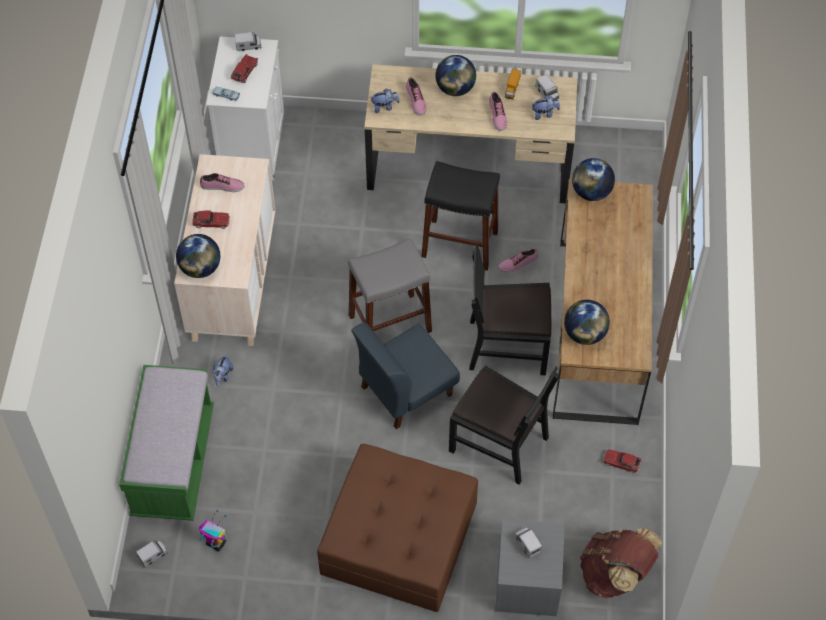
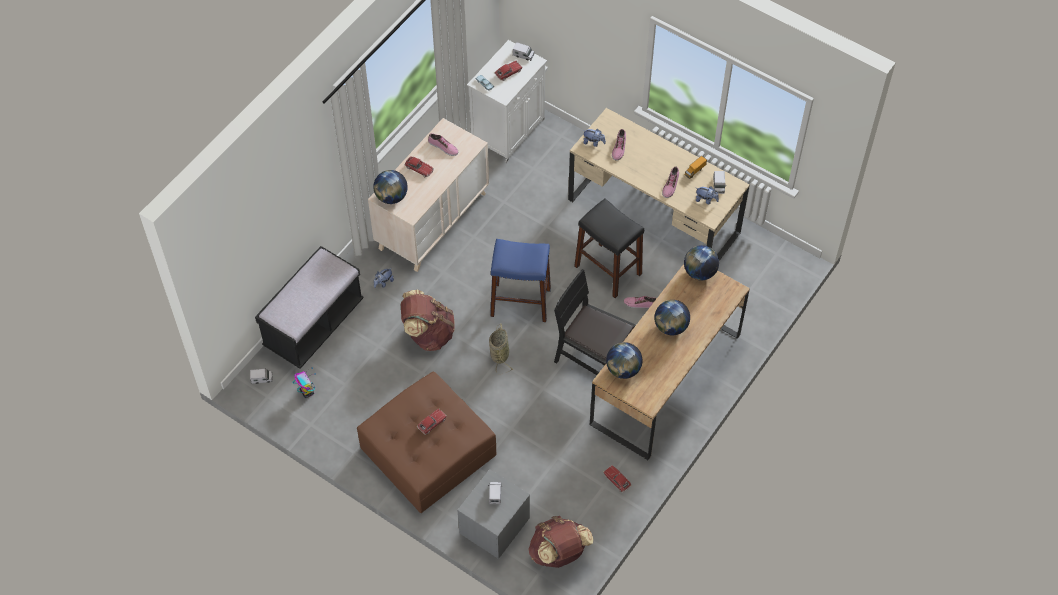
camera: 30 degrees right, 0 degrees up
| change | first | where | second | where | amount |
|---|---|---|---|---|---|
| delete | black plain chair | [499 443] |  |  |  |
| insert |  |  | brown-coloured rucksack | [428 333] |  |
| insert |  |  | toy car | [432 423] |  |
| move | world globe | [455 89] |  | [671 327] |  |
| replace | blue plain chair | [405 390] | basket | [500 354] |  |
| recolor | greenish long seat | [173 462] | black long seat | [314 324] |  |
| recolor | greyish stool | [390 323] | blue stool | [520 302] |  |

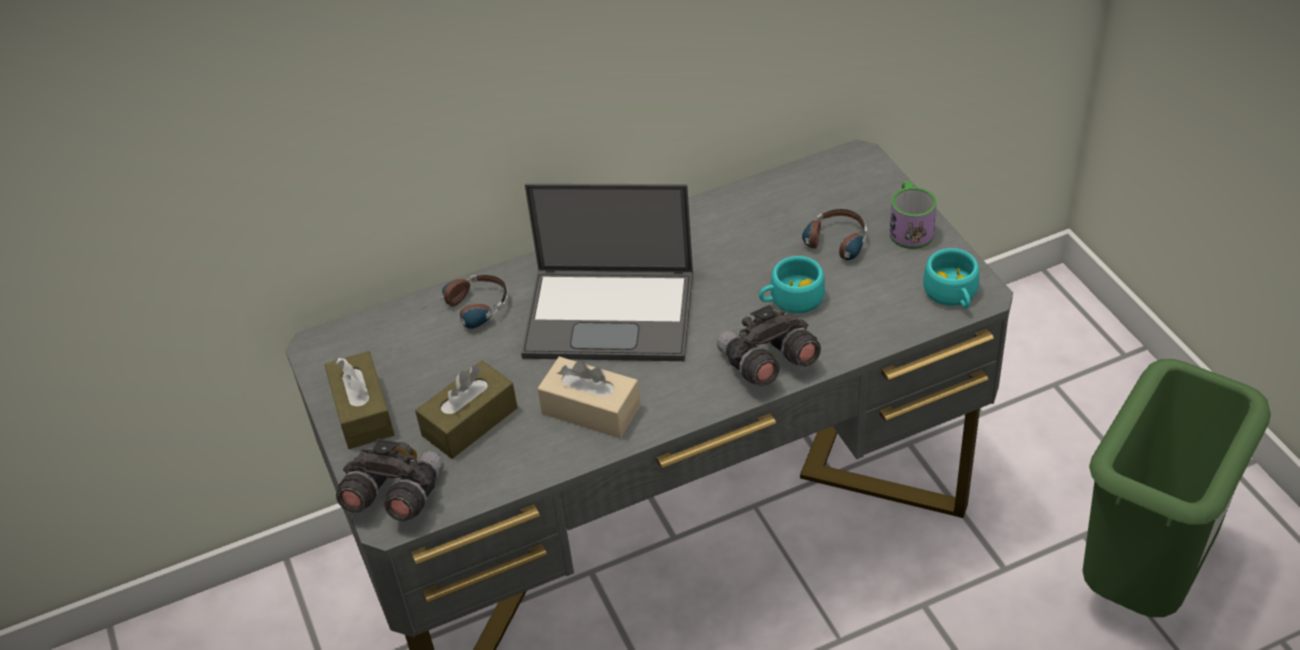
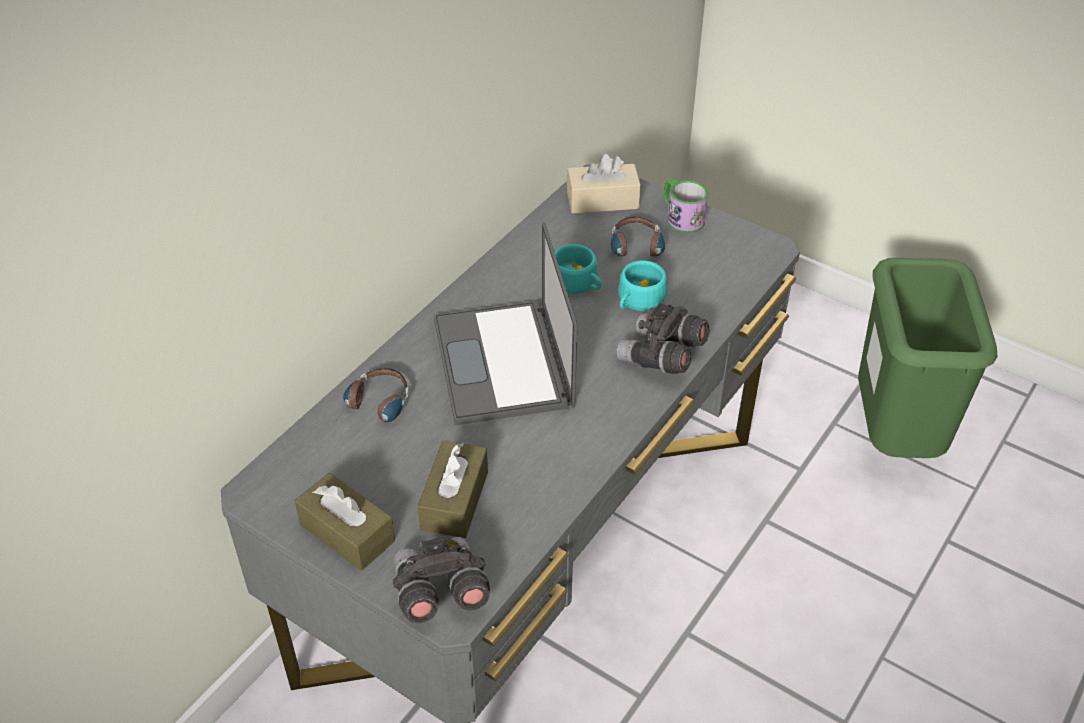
camera: 35 degrees left, 0 degrees up
| change | first | where | second | where | amount |
|---|---|---|---|---|---|
| move | sand-coloured box of tissues | [591 410] |  | [602 200] |  |
| move | turquoise cup | [953 294] |  | [577 283] |  |
| rotate | laptop | [612 313] |  | [503 364] | 105 degrees clockwise |

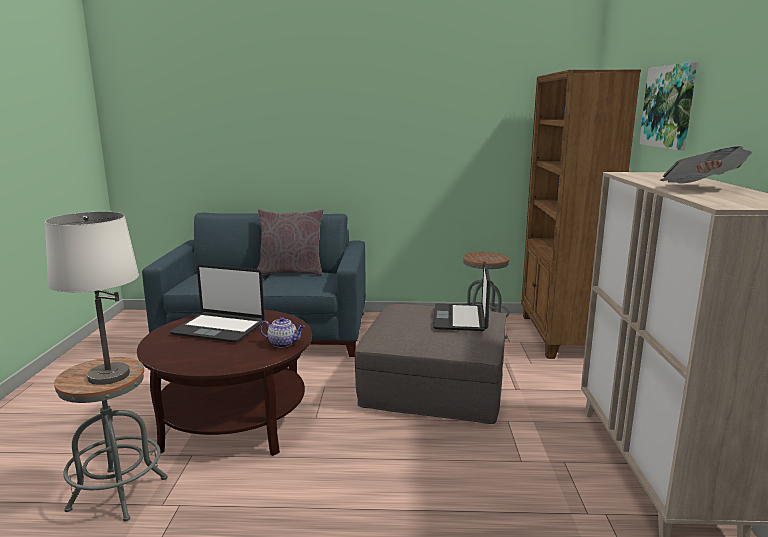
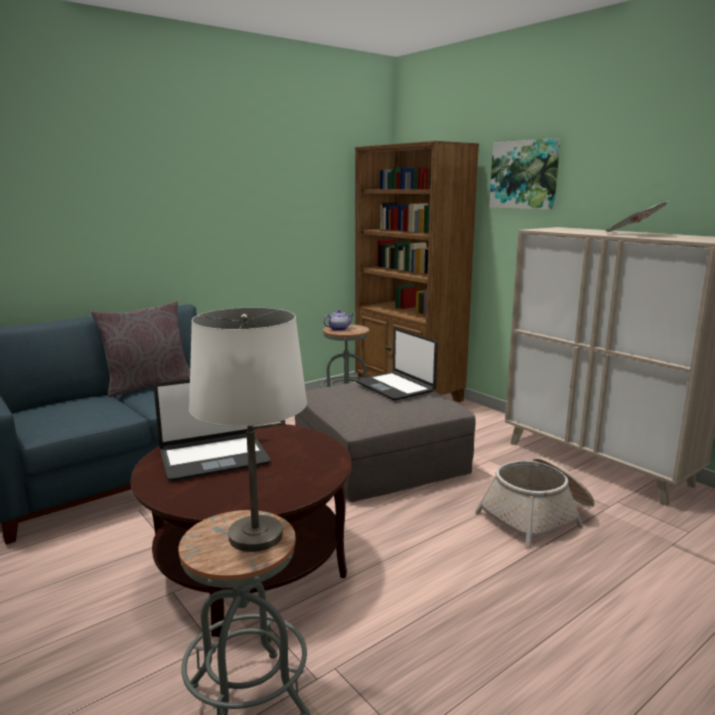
camera: 40 degrees left, 0 degrees up
| change | first | where | second | where | amount |
|---|---|---|---|---|---|
| insert |  |  | basket | [538 517] |  |
| move | teapot | [283 343] |  | [339 329] |  |

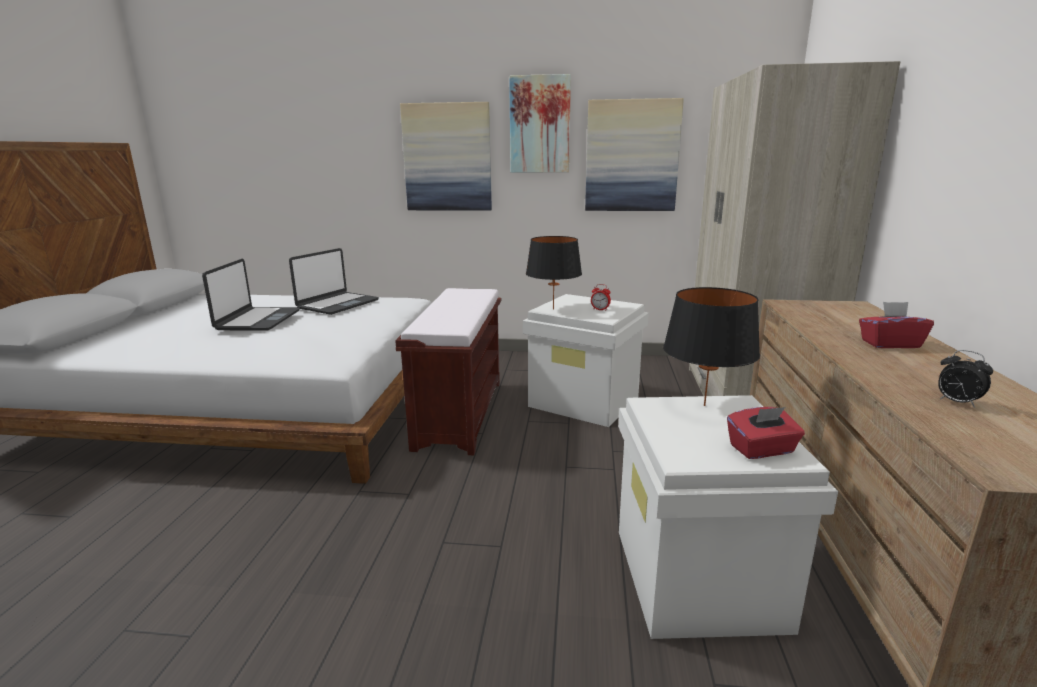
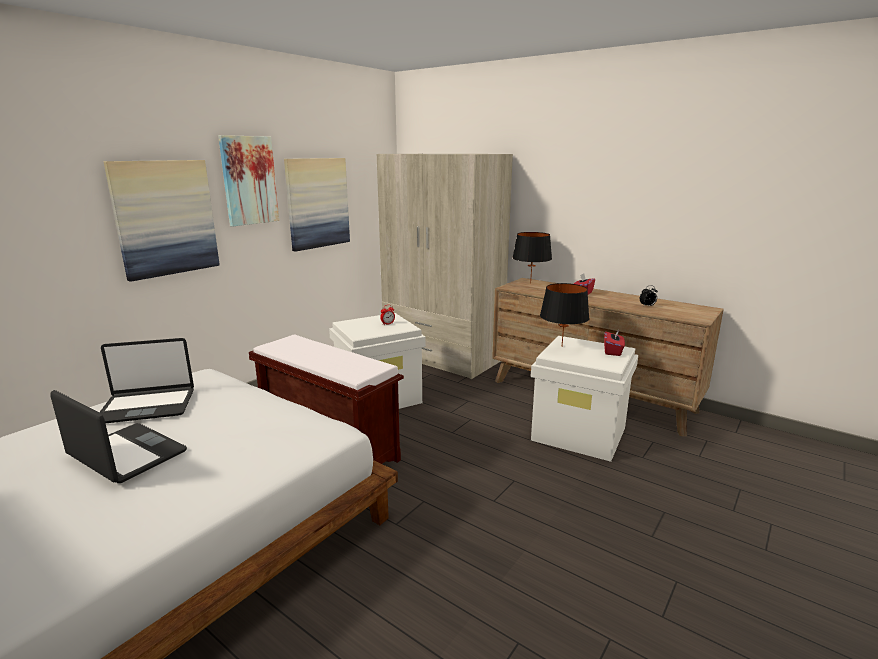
camera: 60 degrees left, 0 degrees up
| change | first | where | second | where | amount |
|---|---|---|---|---|---|
| move | black tabletop lamp | [553 309] |  | [530 283] |  |
| rotate | laptop | [337 304] |  | [147 406] | 105 degrees clockwise |

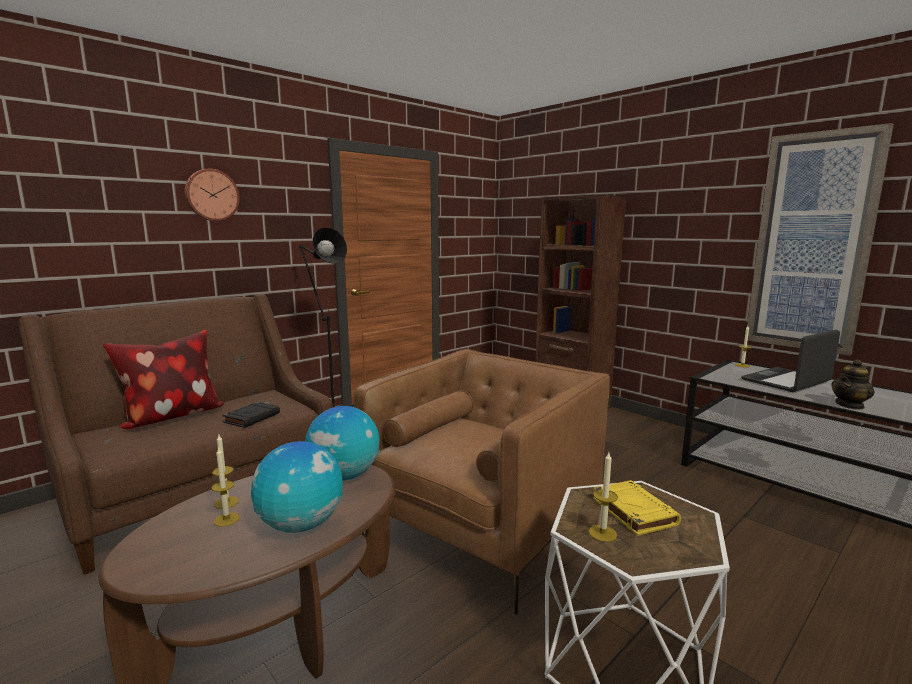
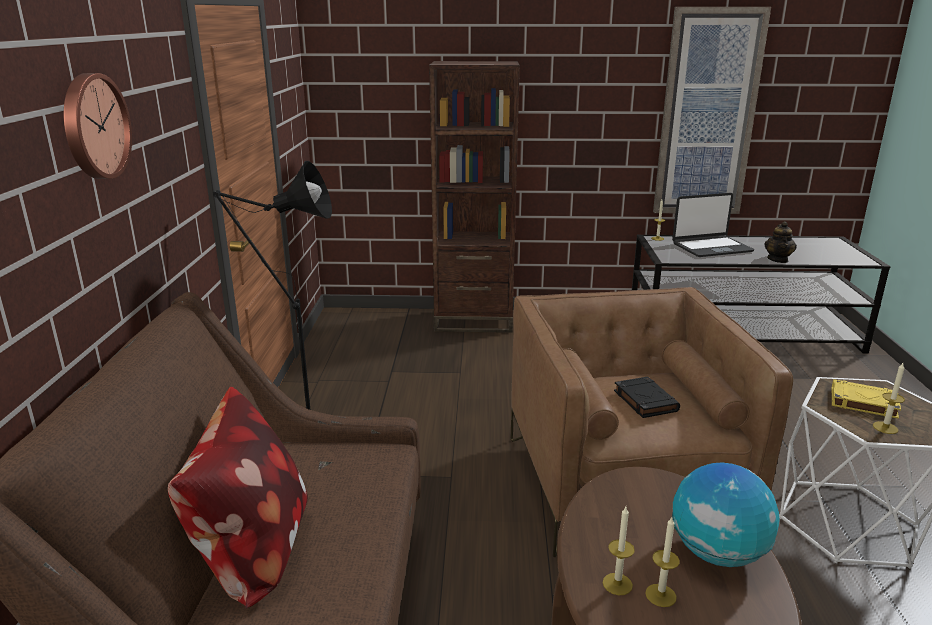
camera: 45 degrees left, 10 degrees up
| change | first | where | second | where | amount |
|---|---|---|---|---|---|
| delete | world globe | [344 476] |  |  |  |
| move | black bound book | [252 418] |  | [644 401] |  |
| rotate | laptop | [786 381] |  | [711 247] | 120 degrees counterclockwise |

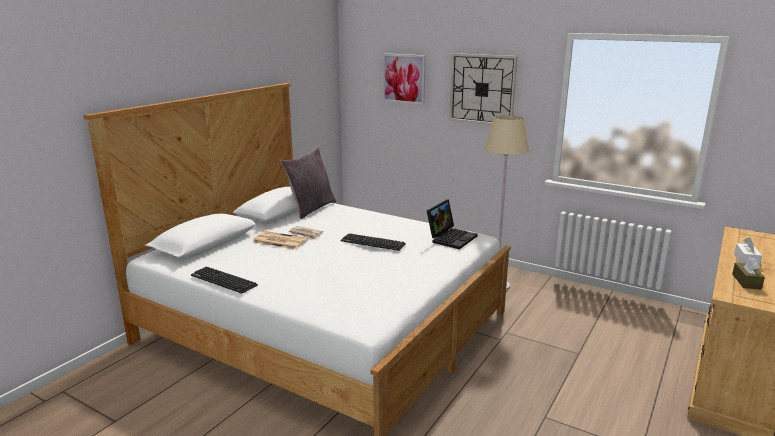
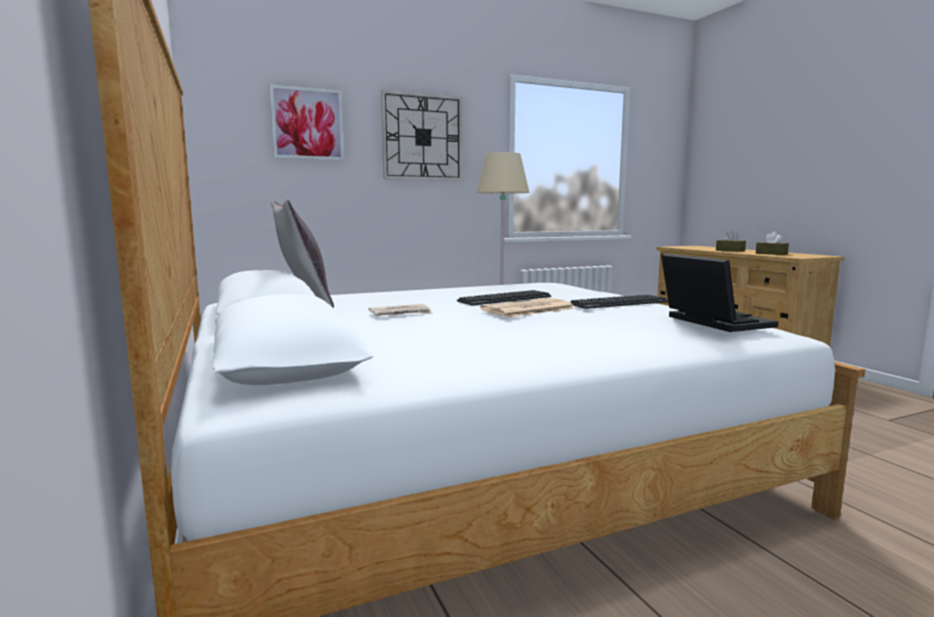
camera: 55 degrees left, 10 degrees down
| change | first | where | second | where | amount |
|---|---|---|---|---|---|
| move | keyboard | [223 280] |  | [619 303] |  |
| move | printed paper | [279 241] |  | [527 309] |  |
| move | laptop | [451 238] |  | [711 321] |  |
| recolor | white-coloured box of tissues | [746 260] | brown-coloured box of tissues | [730 250] |  |

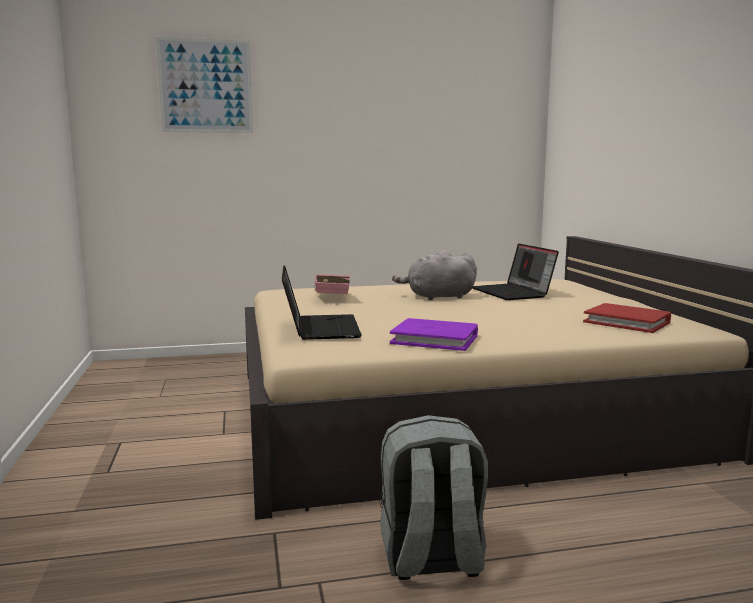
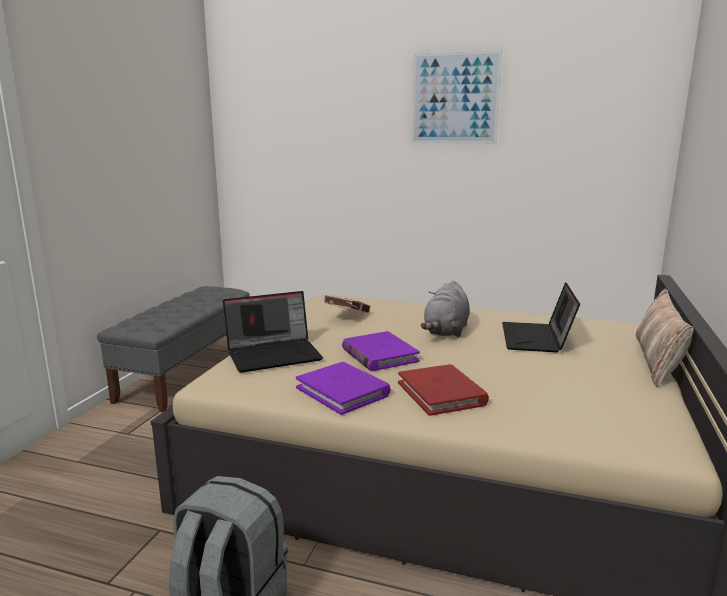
camera: 30 degrees right, 5 degrees up
| change | first | where | second | where | amount |
|---|---|---|---|---|---|
| insert |  |  | greyish long seat | [187 373] |  |
| insert |  |  | purplish bound book | [379 355] |  |
| insert |  |  | pillow | [657 360] |  |
| move | picture | [206 86] |  | [455 98] |  |
| move | reddish bound book | [627 322] |  | [441 393] |  |
| rotate | laptop | [319 328] |  | [275 354] | 45 degrees clockwise |
| rotate | greyish plush toy | [438 297] |  | [446 331] | 90 degrees counterclockwise |

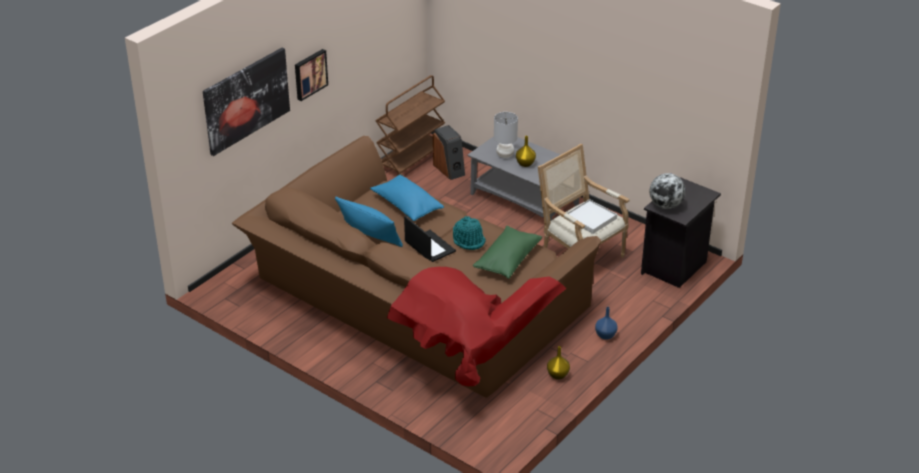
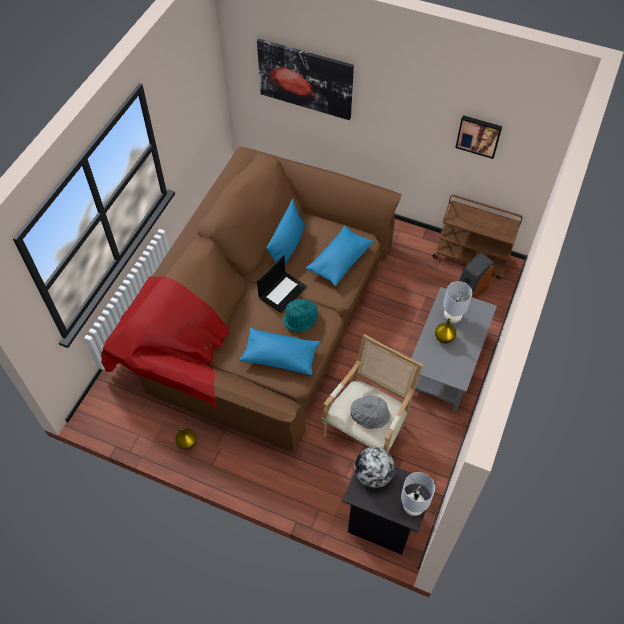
camera: 75 degrees right, 20 degrees up
| change | first | where | second | where | amount |
|---|---|---|---|---|---|
| delete | blue decorative vase | [605 335] |  |  |  |
| insert |  |  | greyish tabletop lamp | [413 507] |  |
| move | picture | [310 74] |  | [479 135] |  |
| replace | white-coloured carrying tray | [590 218] | greyish wearable hat | [370 414] |  |
| recolor | greenish pillow | [507 260] | blue pillow | [280 356] |  |

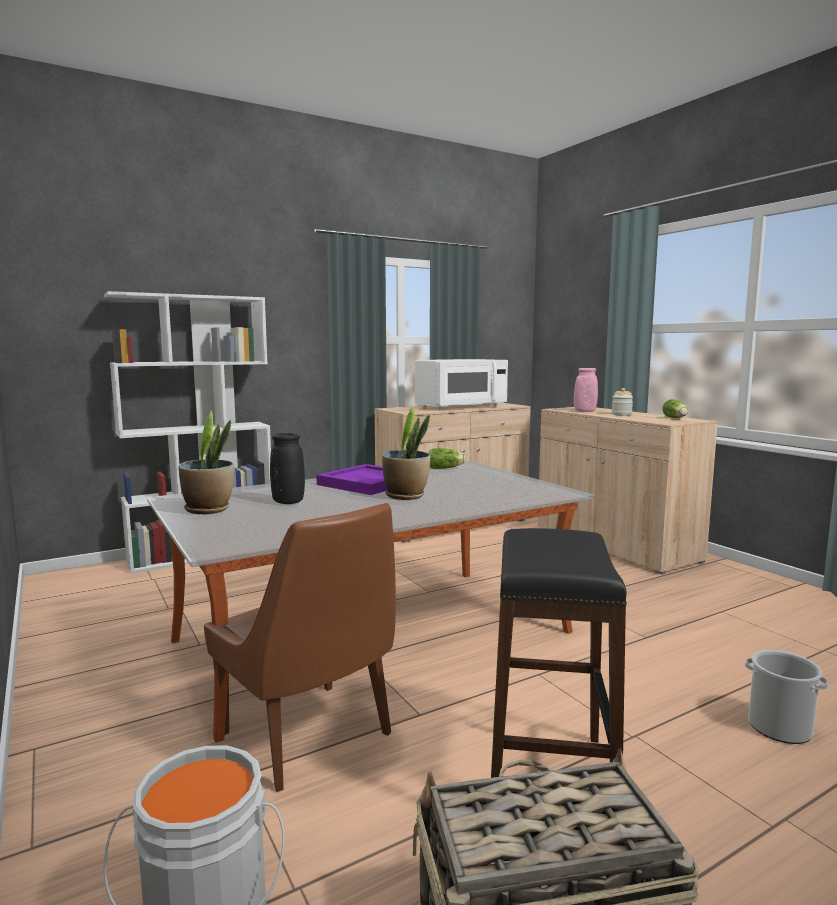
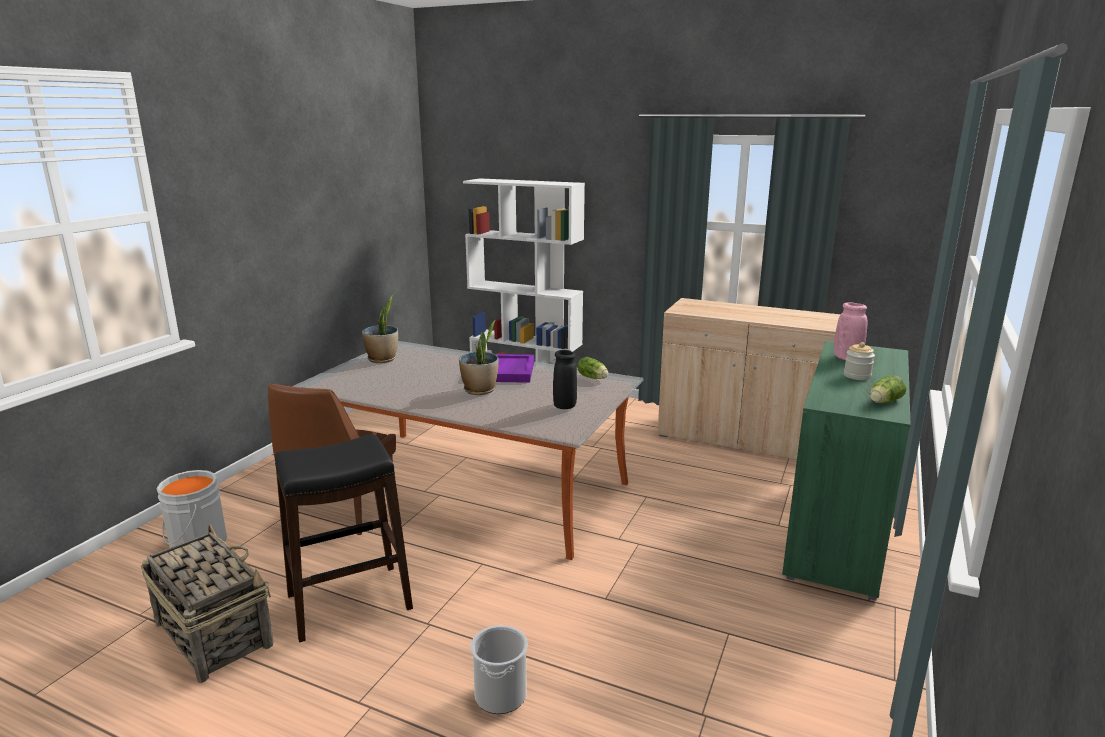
camera: 55 degrees right, 10 degrees up
| change | first | where | second | where | amount |
|---|---|---|---|---|---|
| delete | white-coloured microwave oven | [461 407] |  |  |  |
| move | black decorative vase | [288 502] |  | [565 406] |  |
| recolor | sand-coloured cupboard | [614 545] | greenish cupboard | [836 531] |  |

